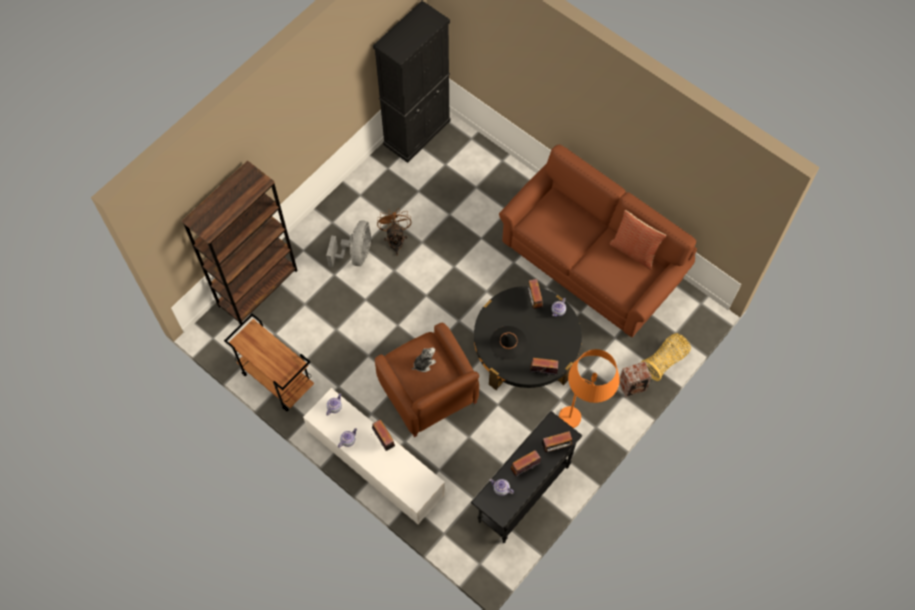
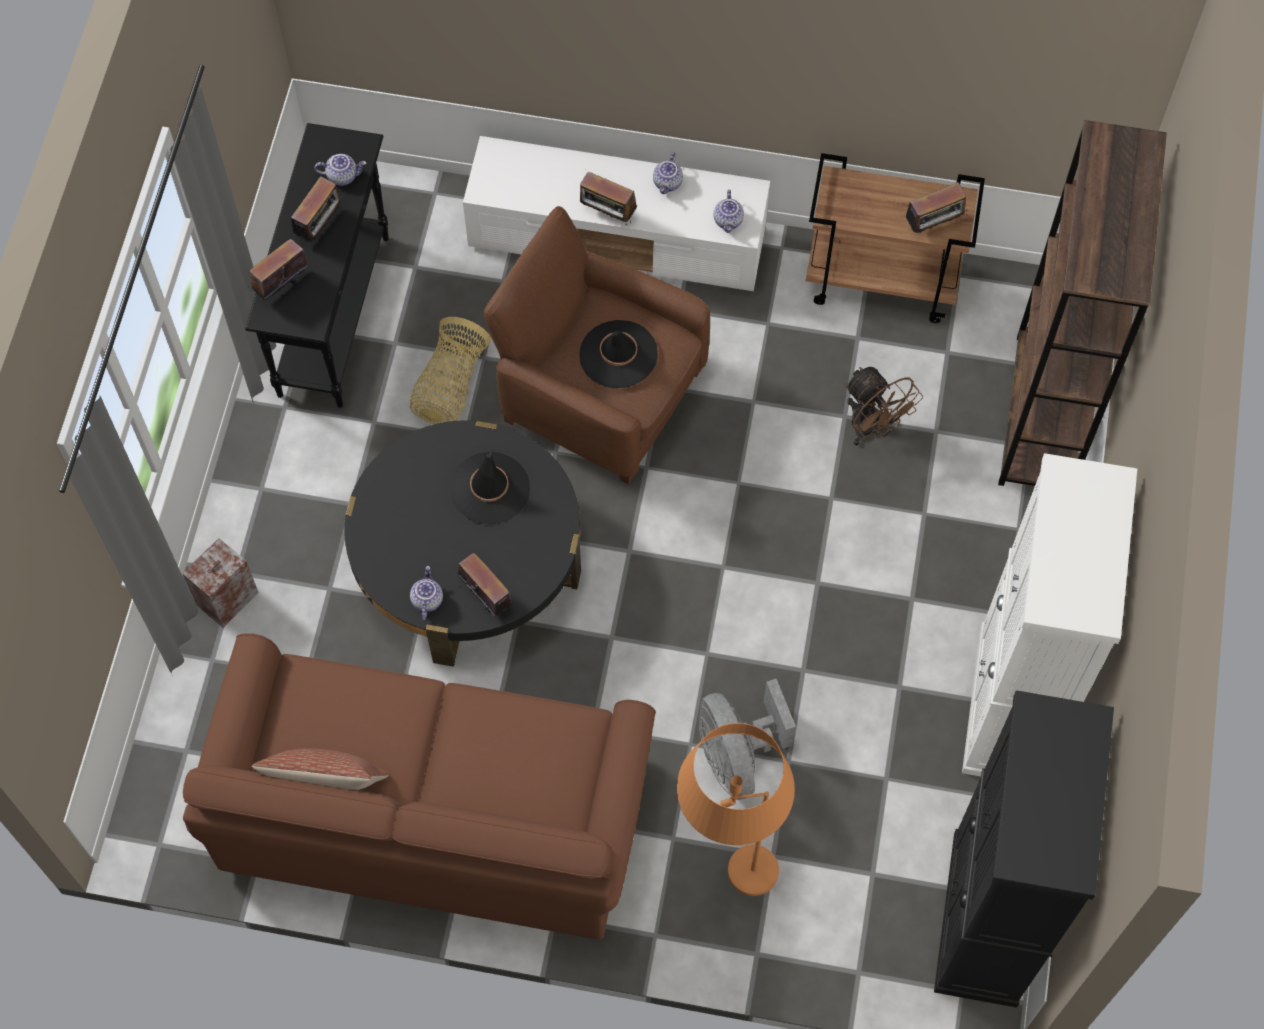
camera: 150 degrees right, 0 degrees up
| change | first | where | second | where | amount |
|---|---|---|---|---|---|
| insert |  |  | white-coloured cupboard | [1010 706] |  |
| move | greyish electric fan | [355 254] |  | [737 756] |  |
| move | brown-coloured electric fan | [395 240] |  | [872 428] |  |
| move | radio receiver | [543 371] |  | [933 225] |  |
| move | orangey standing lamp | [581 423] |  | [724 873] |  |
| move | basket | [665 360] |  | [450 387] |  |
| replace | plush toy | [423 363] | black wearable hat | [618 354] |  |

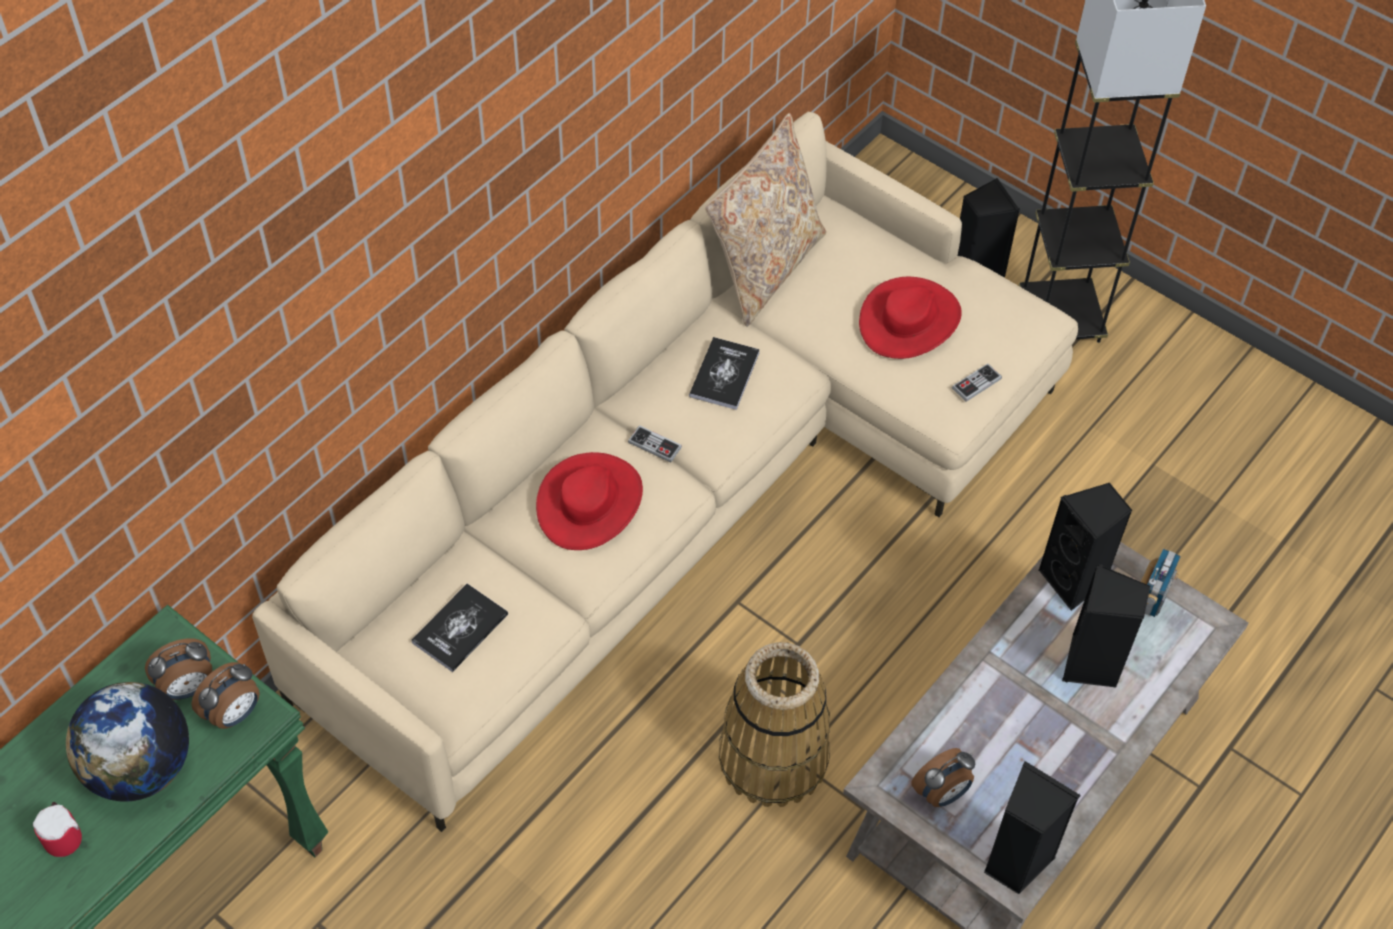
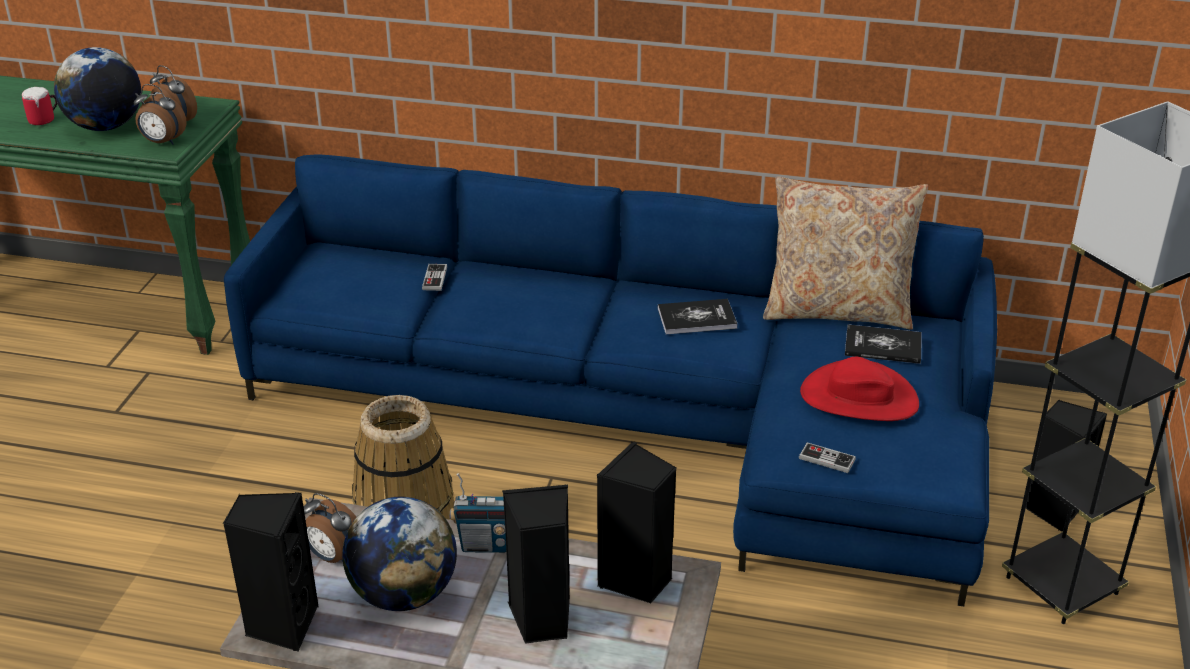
camera: 65 degrees right, 20 degrees down
| change | first | where | second | where | amount |
|---|---|---|---|---|---|
| delete | reddish wearable hat | [590 502] |  |  |  |
| insert |  |  | world globe | [404 594] |  |
| move | bound book | [460 629] |  | [883 346] |  |
| move | gamepad | [655 445] |  | [434 278] |  |
| move | radio receiver | [1151 598] |  | [485 545] |  |
| recolor | sand-coloured couch | [689 489] | blue couch | [644 417] |  |

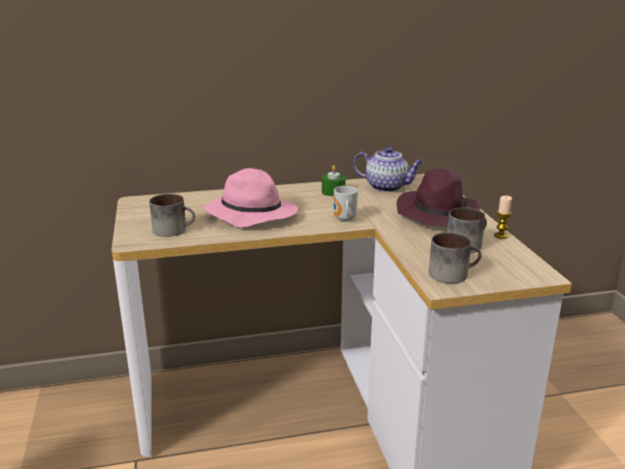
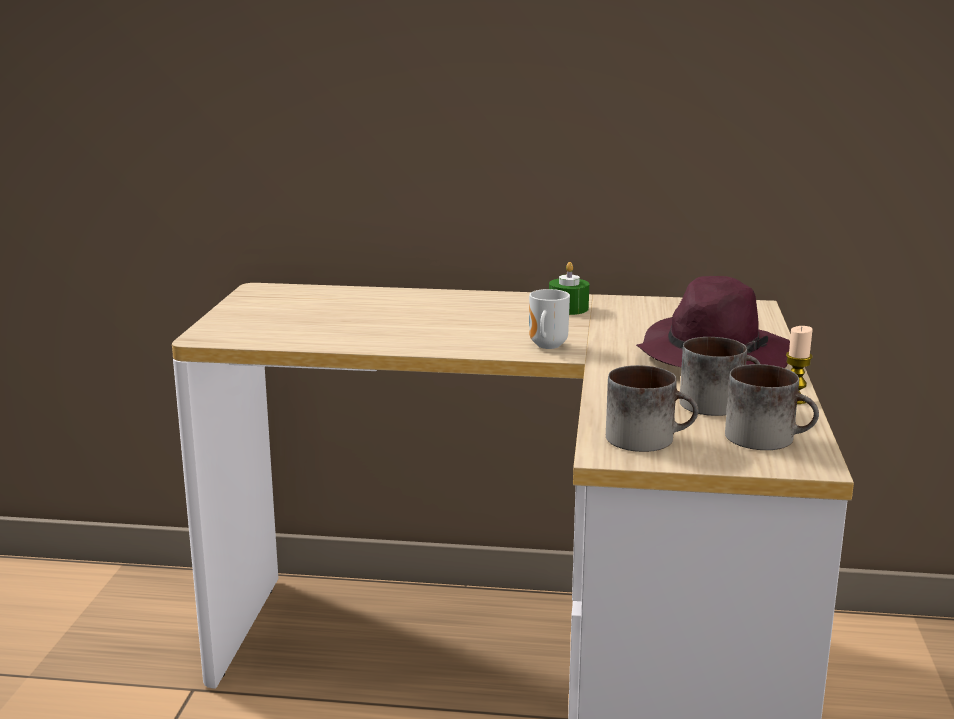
camera: 20 degrees right, 5 degrees down
| change | first | where | second | where | amount |
|---|---|---|---|---|---|
| delete | pink wearable hat | [250 214] |  |  |  |
| delete | teapot | [387 187] |  |  |  |
| move | mug | [174 230] |  | [769 438] |  |

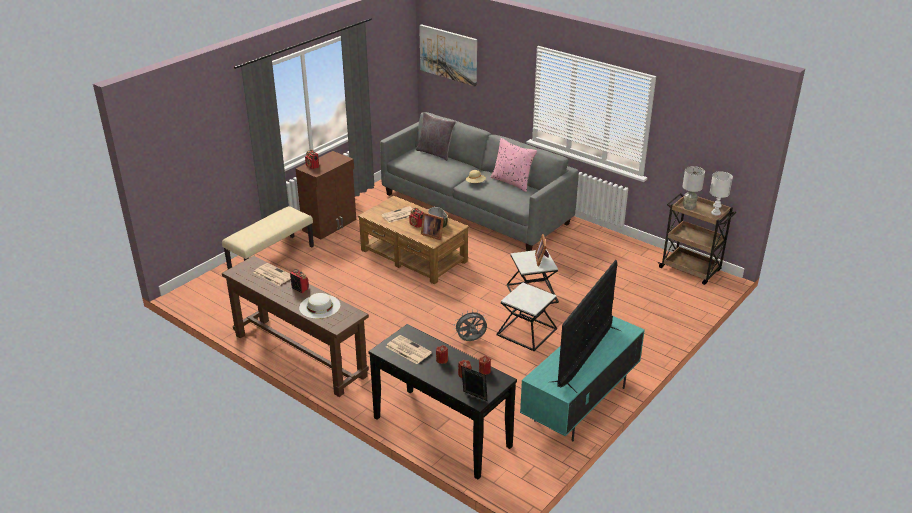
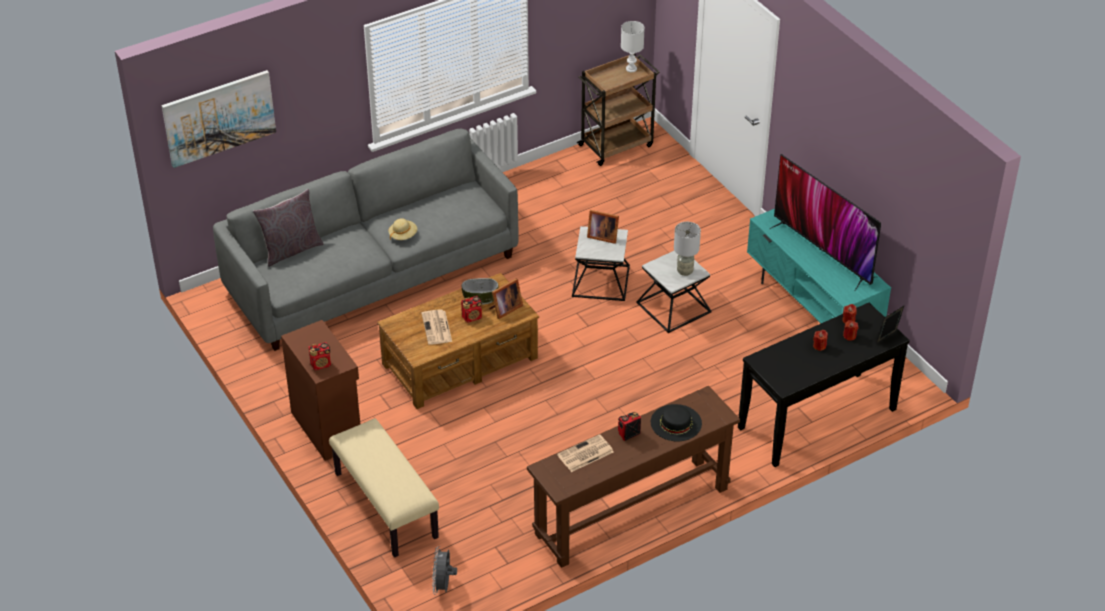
camera: 70 degrees left, 10 degrees up
| change | first | where | second | where | amount |
|---|---|---|---|---|---|
| delete | printed paper | [407 350] |  |  |  |
| delete | pink pillow | [512 182] |  |  |  |
| move | greyish electric fan | [471 340] |  | [443 586] |  |
| move | greyish tabletop lamp | [689 207] |  | [685 271] |  |
| recolor | white-coloured wearable hat | [319 306] | black wearable hat | [676 423] |  |

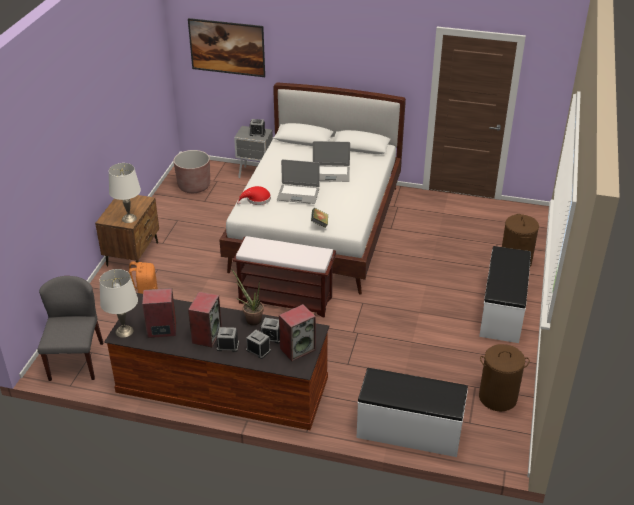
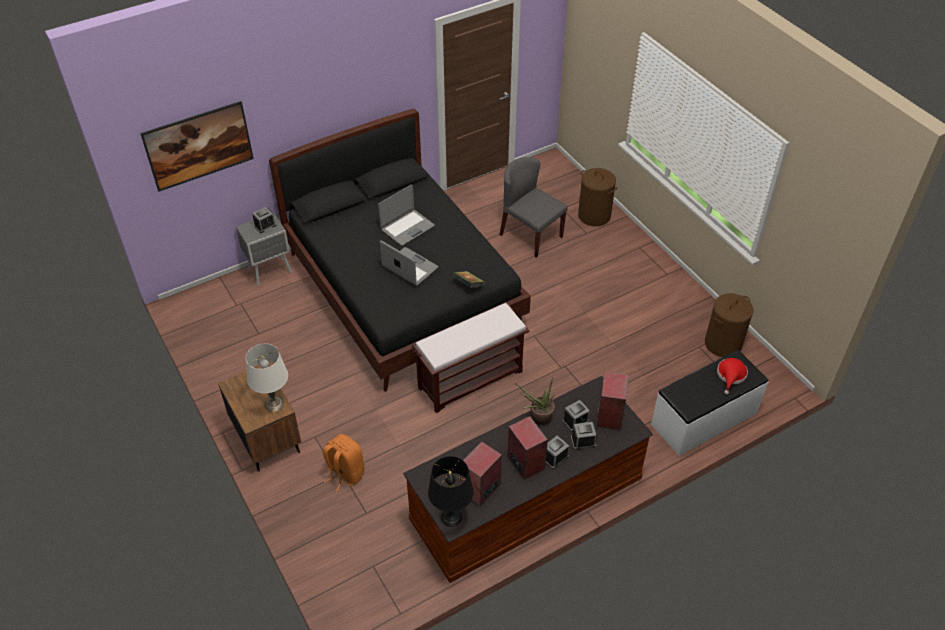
camera: 45 degrees left, 10 degrees up
| change | first | where | second | where | amount |
|---|---|---|---|---|---|
| delete | brown-coloured plant pot | [194 186] |  |  |  |
| delete | white-coloured long seat | [503 311] |  |  |  |
| move | greyish plain chair | [76 361] |  | [530 235] |  |
| move | reddish wearable hat | [256 200] |  | [731 375] |  |
| recolor | white-coloured tabletop lamp | [124 331] | black tabletop lamp | [451 517] |  |
| recolor | white-coloured bedroom bed | [317 228] | black bedroom bed | [403 290] |  |
| rotate | laptop | [298 194] |  | [409 268] | 105 degrees counterclockwise |

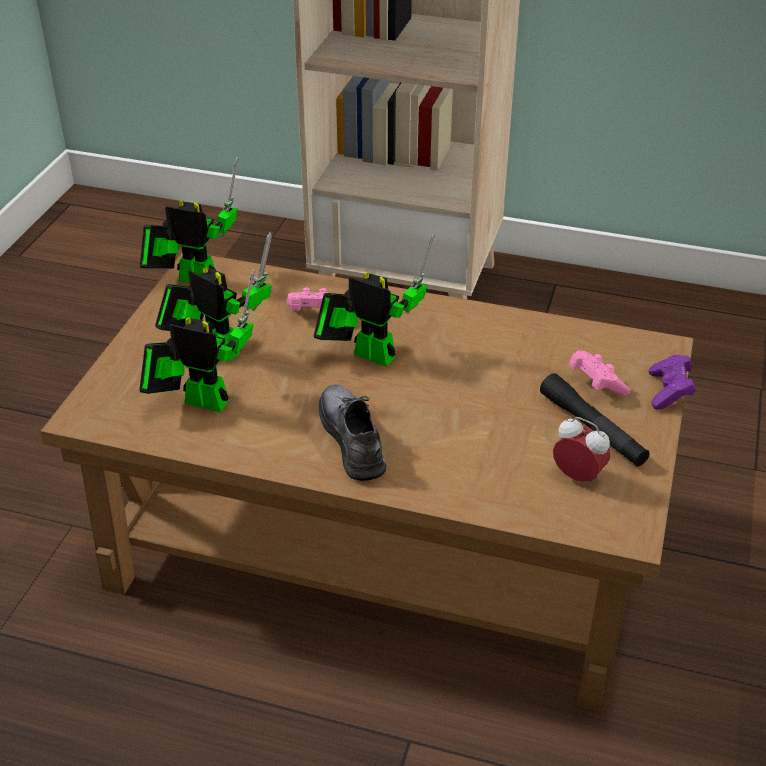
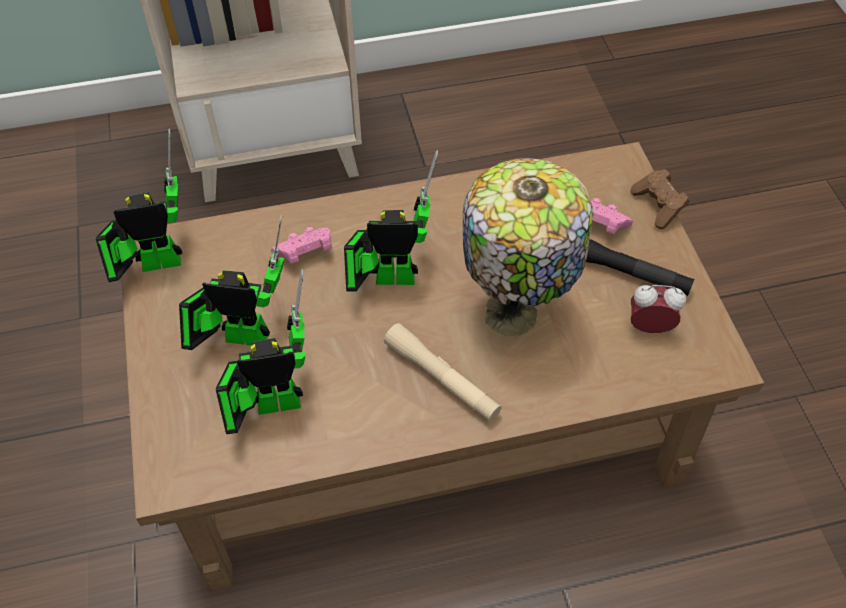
camera: 30 degrees left, 15 degrees up
| change | first | where | second | where | amount |
|---|---|---|---|---|---|
| insert |  |  | tabletop lamp | [515 312] |  |
| replace | greyish shoe | [352 439] | sand-coloured flashlight | [442 379] |  |
| recolor | purplish gamepad | [669 392] | brown-coloured gamepad | [658 206] |  |

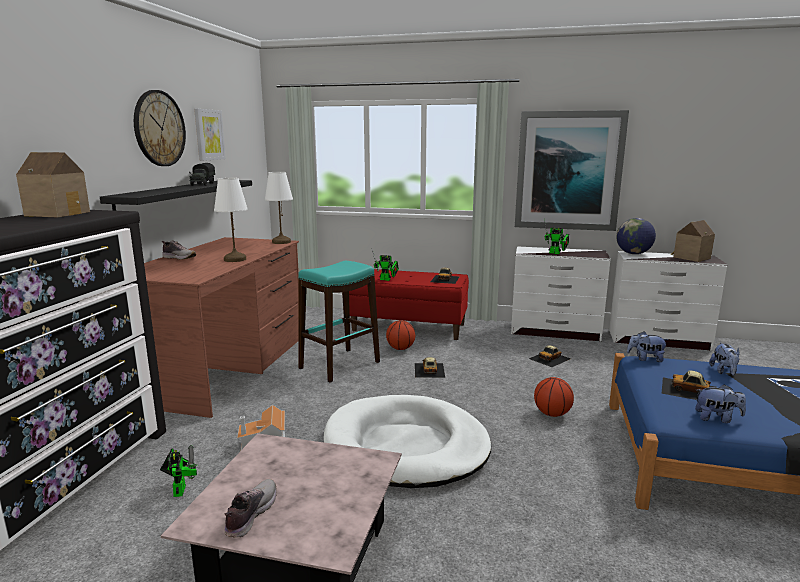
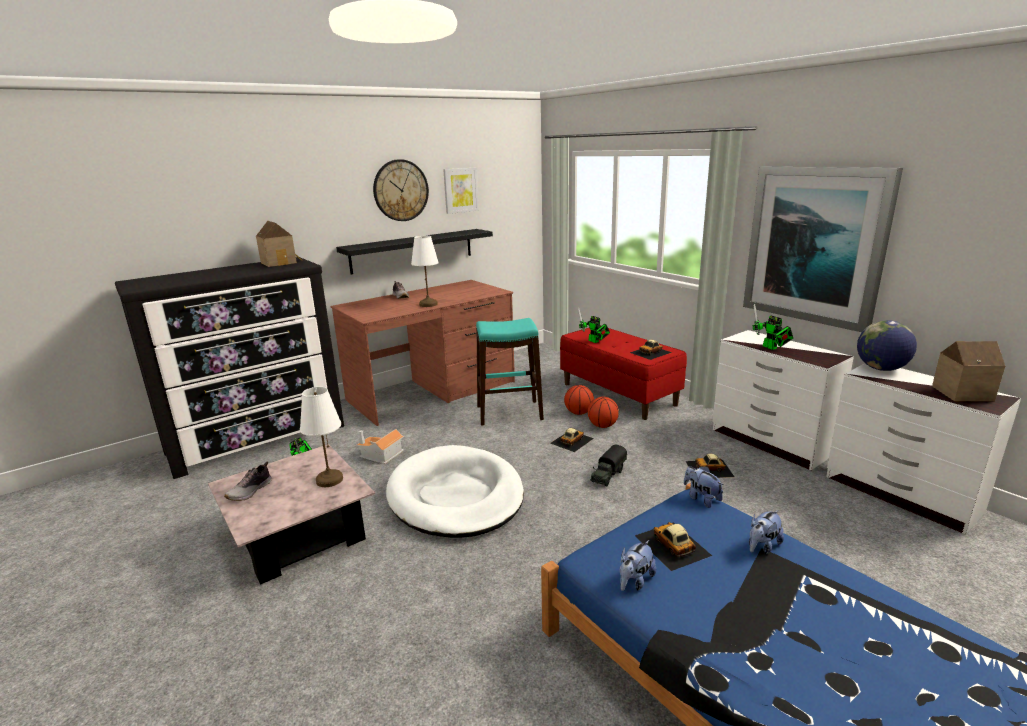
camera: 40 degrees right, 5 degrees up
| change | first | where | second | where | amount |
|---|---|---|---|---|---|
| move | toy lorry | [202 184] |  | [607 475] |  |
| move | white-coloured tabletop lamp | [281 242] |  | [329 480] |  |
| move | ball for basketball | [552 414] |  | [602 426] |  |
| rotate | shoe | [250 514] |  | [251 491] | 150 degrees clockwise |
| rotate | plush toy | [717 418] |  | [634 581] | 75 degrees clockwise |

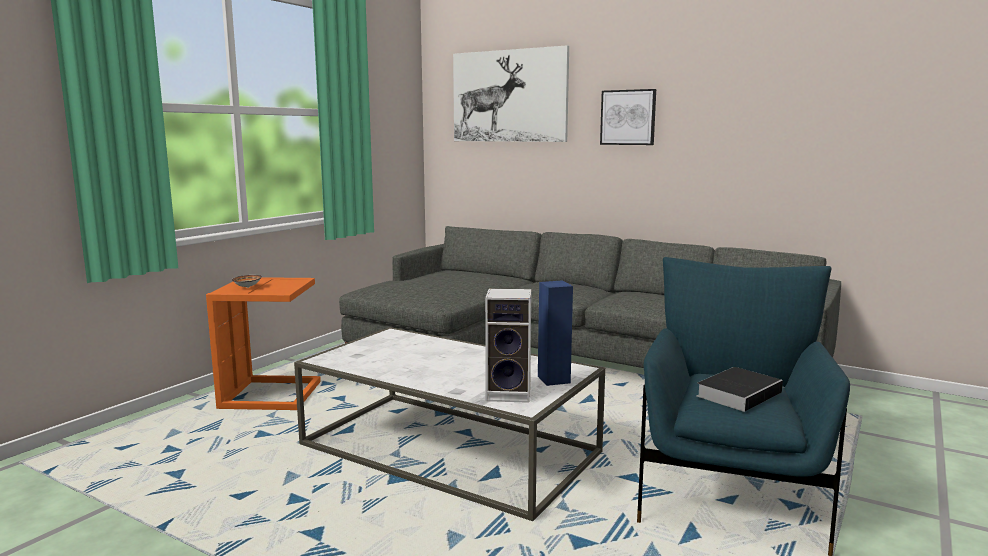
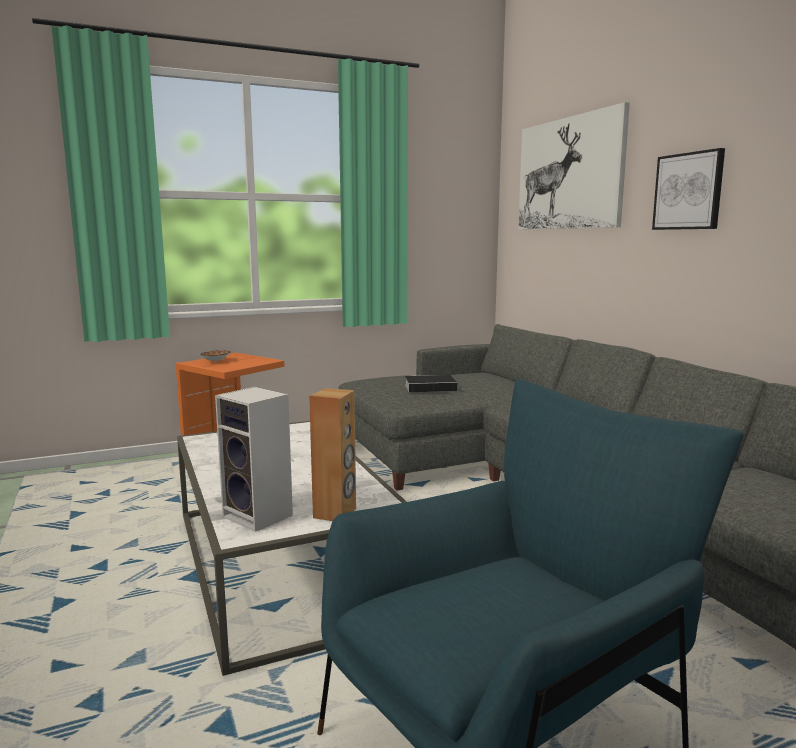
camera: 35 degrees right, 0 degrees up
| change | first | where | second | where | amount |
|---|---|---|---|---|---|
| move | bound book | [739 393] |  | [432 387] |  |
| recolor | blue loudspeaker | [554 379] | brown-coloured loudspeaker | [335 513] |  |

